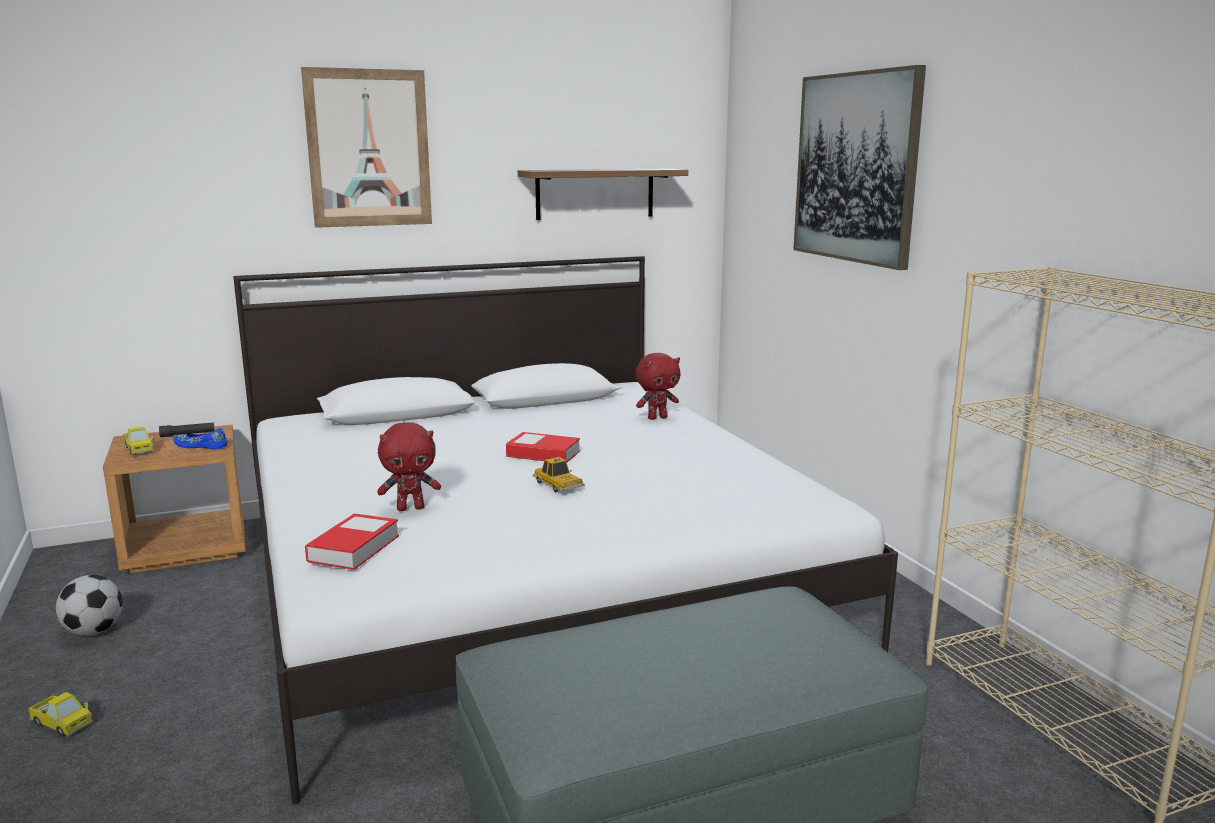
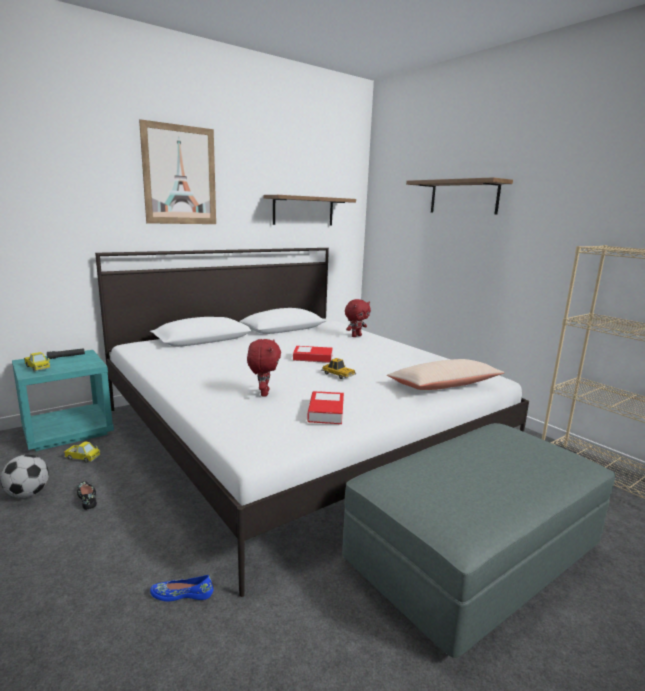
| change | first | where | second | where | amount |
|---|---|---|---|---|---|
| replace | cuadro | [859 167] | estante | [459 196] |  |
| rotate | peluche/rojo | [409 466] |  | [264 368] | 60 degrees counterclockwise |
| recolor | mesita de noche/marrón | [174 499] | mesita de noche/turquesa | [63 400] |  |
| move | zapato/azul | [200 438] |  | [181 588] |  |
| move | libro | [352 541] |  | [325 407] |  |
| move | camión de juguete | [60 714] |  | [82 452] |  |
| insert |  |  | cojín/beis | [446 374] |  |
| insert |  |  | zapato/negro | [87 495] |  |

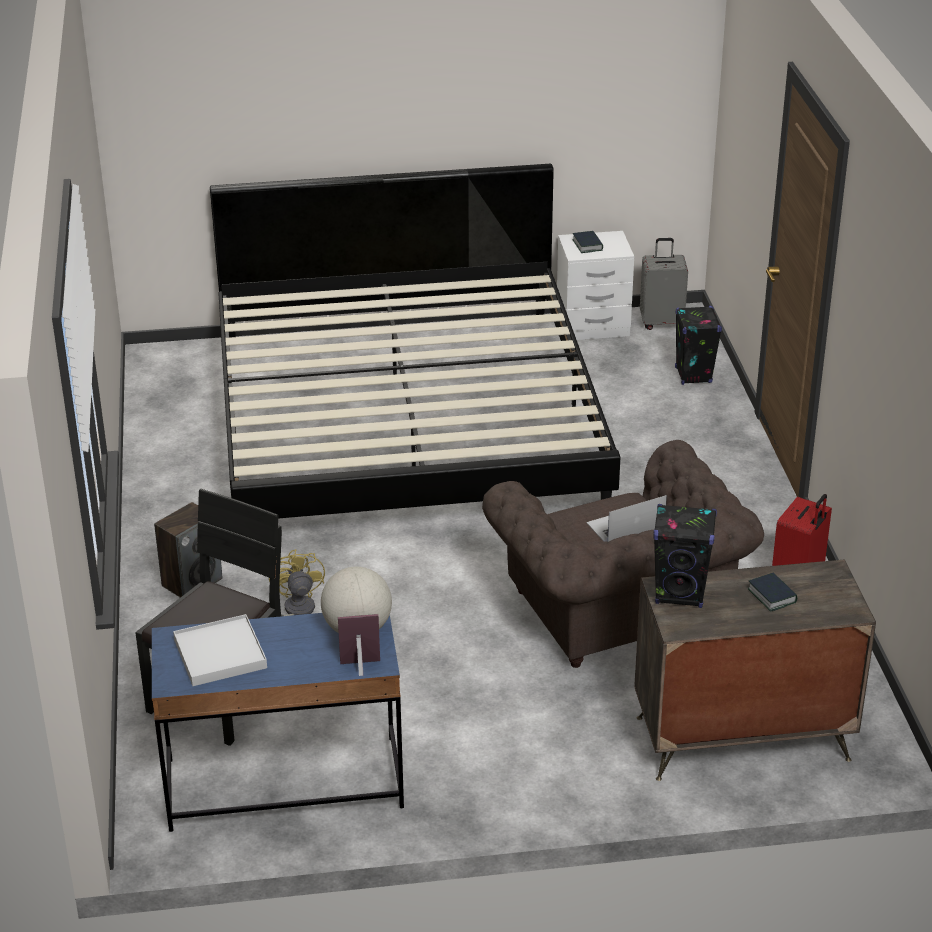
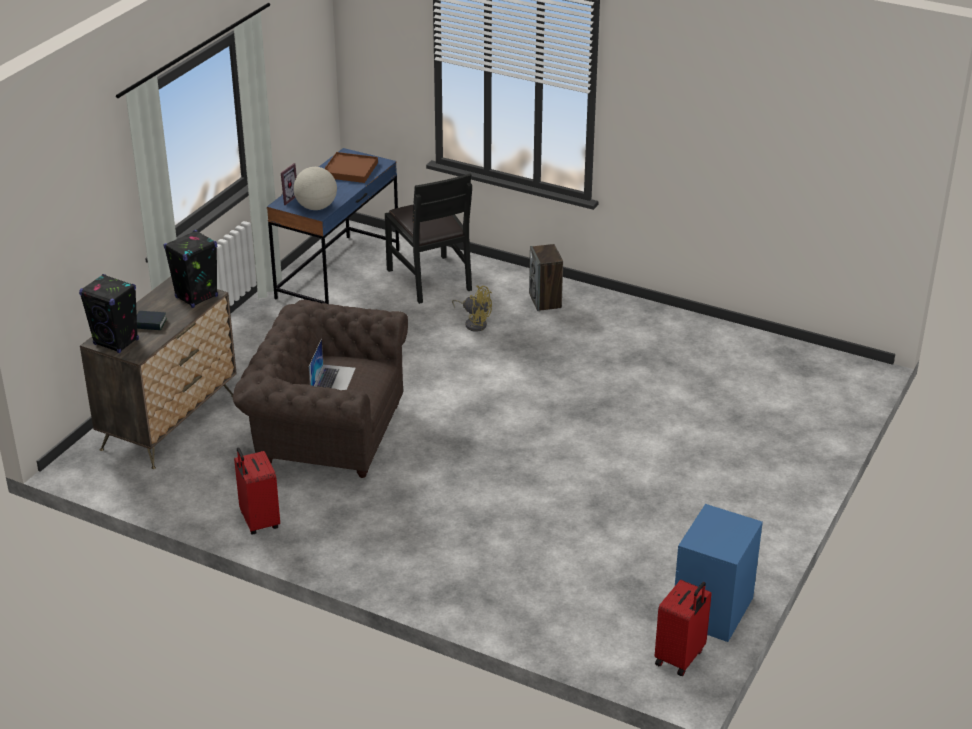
| change | first | where | second | where | amount |
|---|---|---|---|---|---|
| delete | cama | [415 341] |  |  |  |
| recolor | mesita de noche/blanco | [595 285] | mesita de noche/azul | [719 573] |  |
| delete | libro | [587 242] |  |  |  |
| recolor | maleta/gris | [664 284] | maleta/rojo | [683 628] |  |
| move | altavoz/negro | [698 345] |  | [109 313] |  |
| recolor | bandeja/blanco | [220 650] | bandeja/marrón | [351 167] |  |

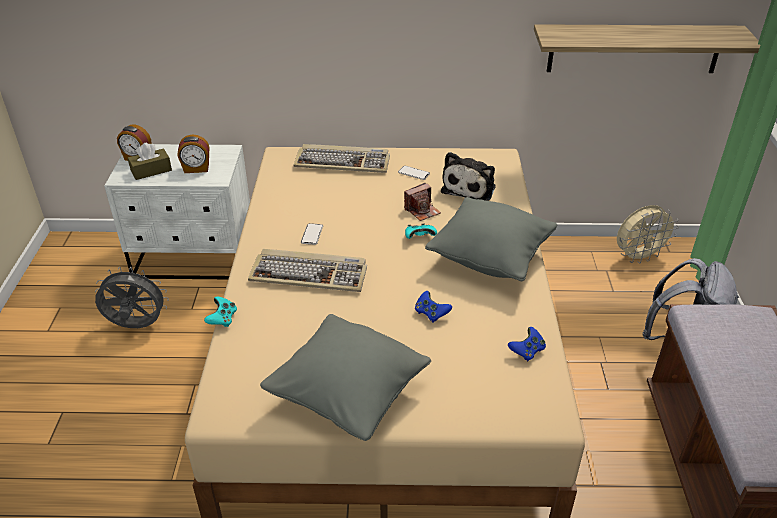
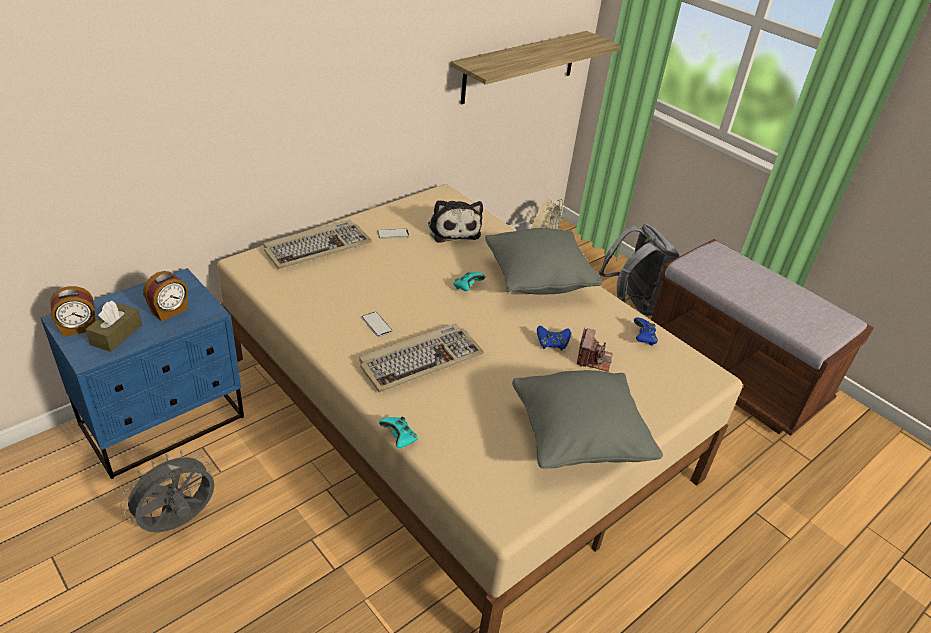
| change | first | where | second | where | amount |
|---|---|---|---|---|---|
| recolor | mesita de noche/blanco | [177 211] | mesita de noche/azul | [142 373] |  |
| move | cámara | [422 202] |  | [595 350] |  |

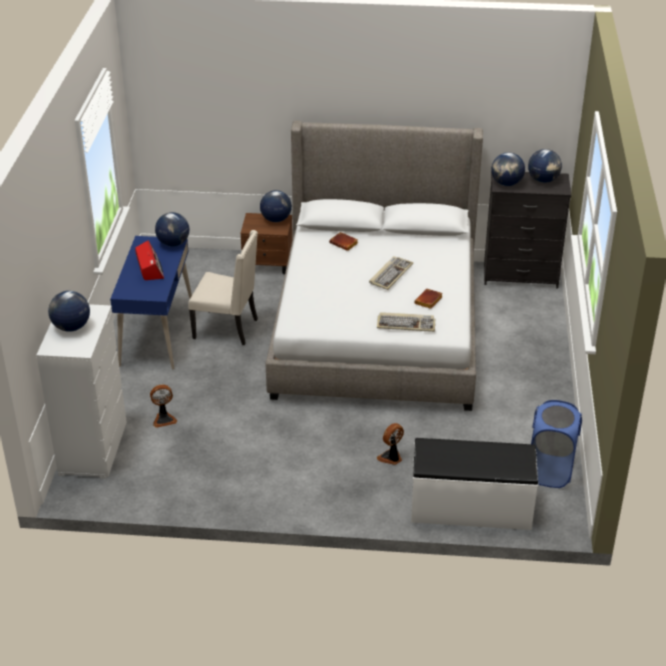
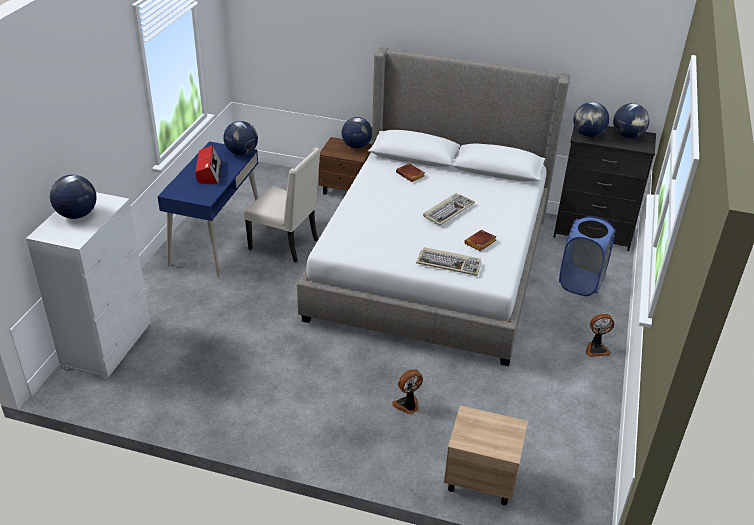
| change | first | where | second | where | amount |
|---|---|---|---|---|---|
| move | ventilador | [163 406] |  | [600 335] |  |
| move | cesto de la ropa/azul | [556 444] |  | [587 256] |  |
| replace | banco/blanco | [474 484] | mesita de noche/beis | [486 455] |  |

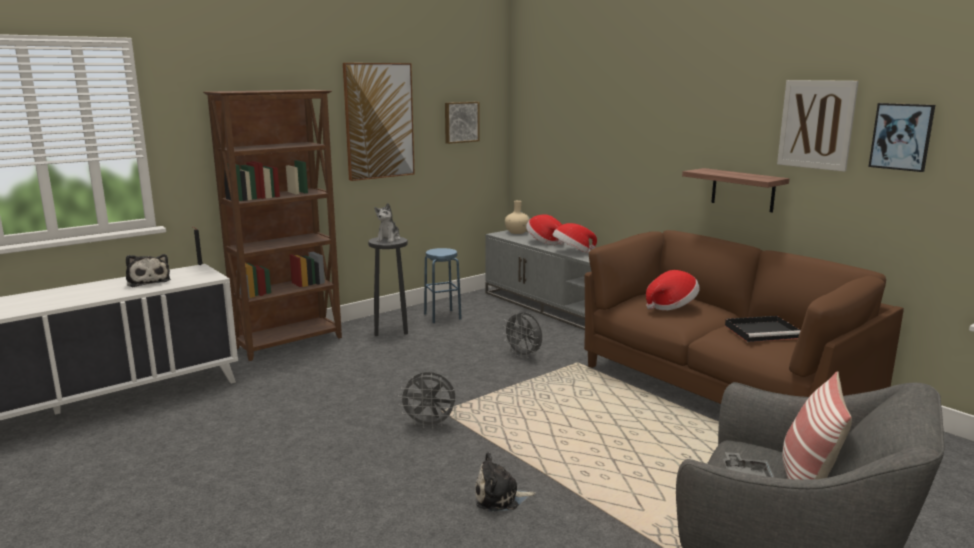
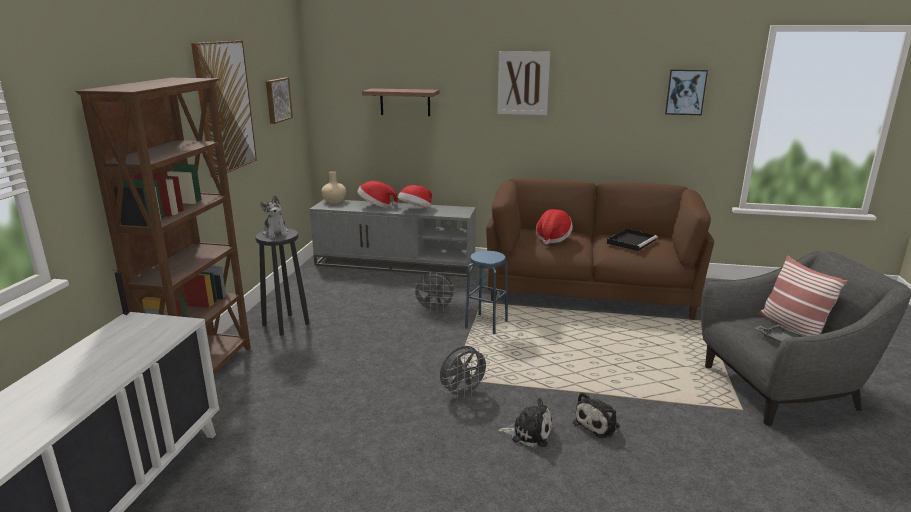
| change | first | where | second | where | amount |
|---|---|---|---|---|---|
| move | cuadro | [818 126] |  | [523 83] |  |
| move | estante | [735 190] |  | [401 102] |  |
| move | taburete/azul | [443 285] |  | [486 292] |  |
| move | peluche | [148 270] |  | [525 422] |  |

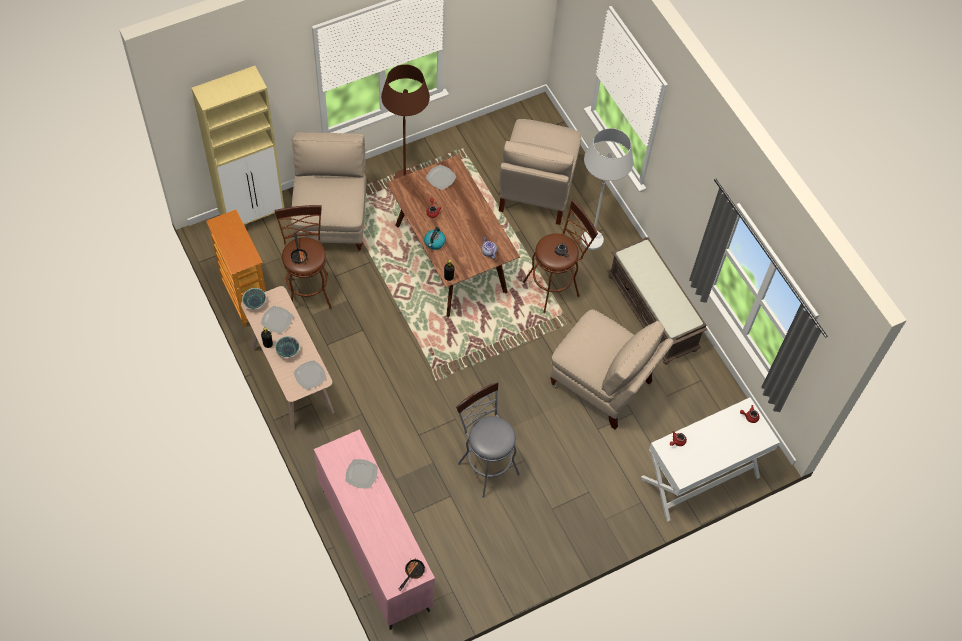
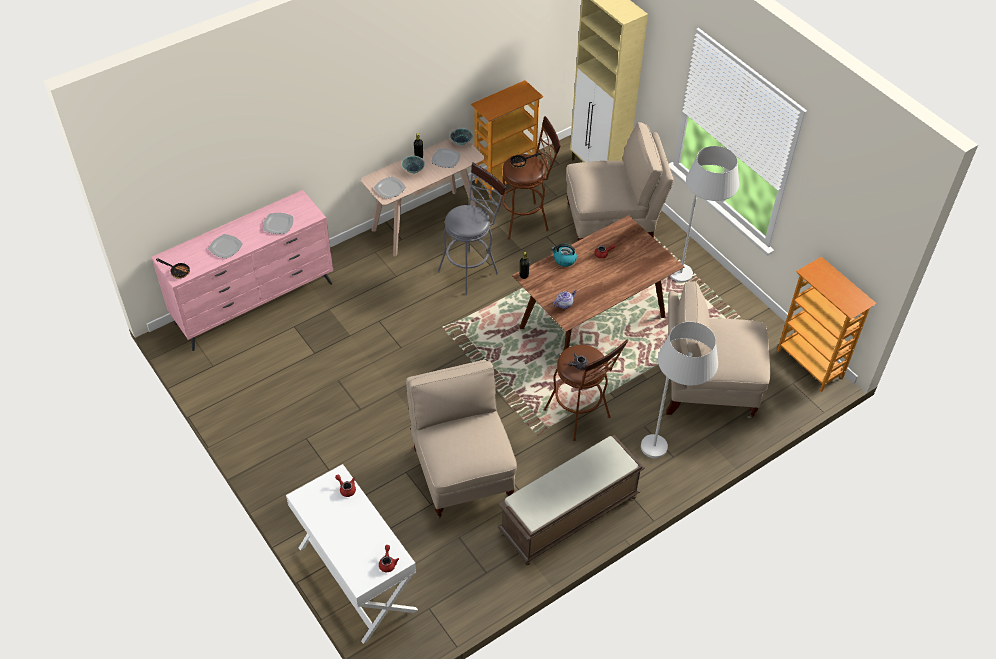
| change | first | where | second | where | amount |
|---|---|---|---|---|---|
| recolor | lámpara de pie/marrón | [405 121] | lámpara de pie/blanco | [704 214] |  |
| move | plato | [441 177] |  | [225 246] |  |
| rotate | silla/beis | [612 369] |  | [461 439] | 135 degrees clockwise |
| move | taburete/gris | [488 439] |  | [471 228] |  |
| insert |  |  | estantería | [827 324] |  |

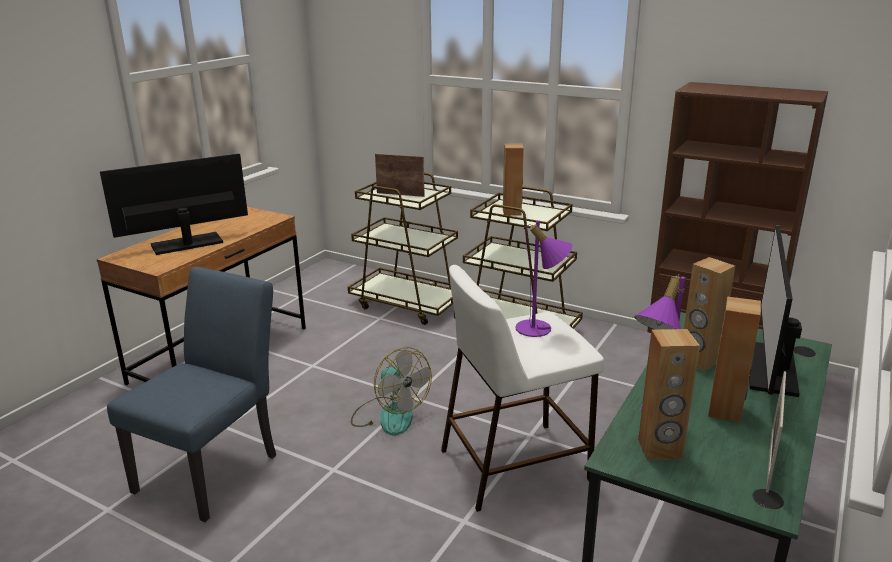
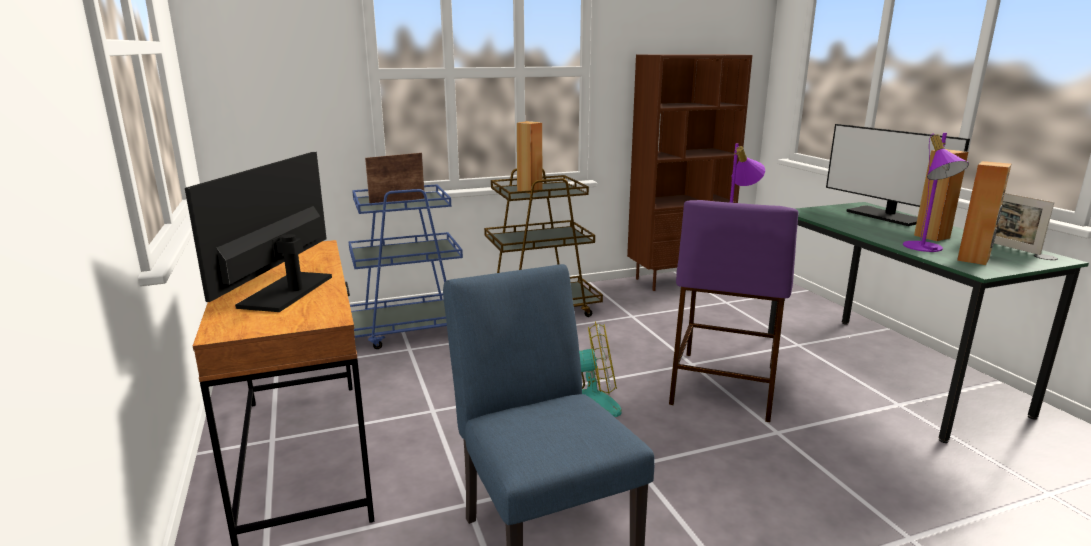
| change | first | where | second | where | amount |
|---|---|---|---|---|---|
| recolor | carrito/marrón | [403 249] | carrito/azul | [405 266] |  |
| delete | altavoz/marrón | [709 314] |  |  |  |
| recolor | taburete/blanco | [522 388] | taburete/morado | [733 311] |  |

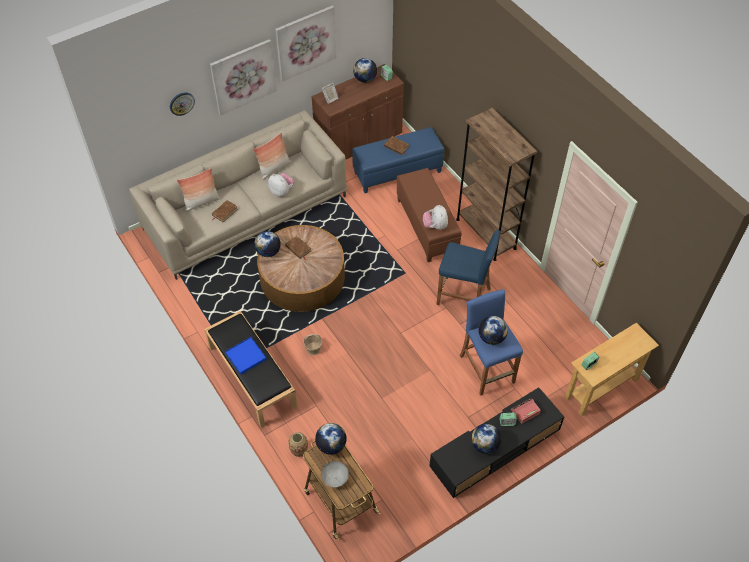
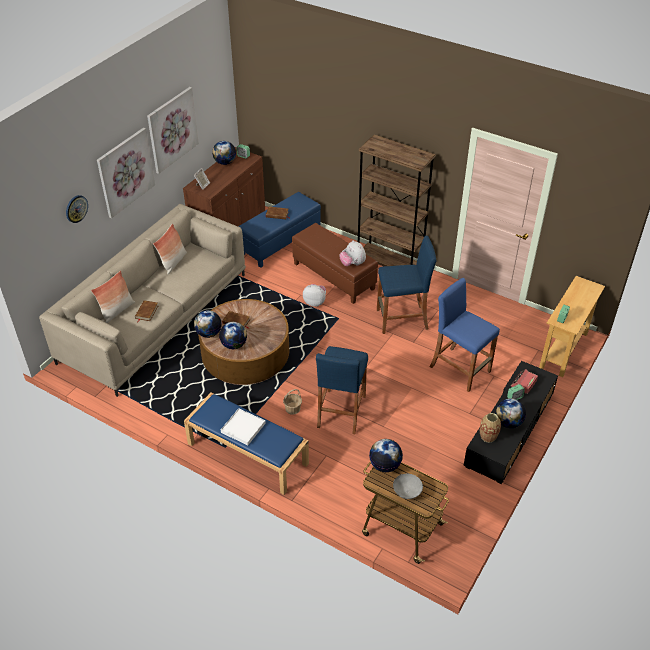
| change | first | where | second | where | amount |
|---|---|---|---|---|---|
| move | peluche | [281 185] |  | [314 295] |  |
| recolor | banco/negro | [251 369] | banco/azul | [246 443] |  |
| move | globo terráqueo | [493 330] |  | [233 335] |  |
| recolor | bandeja/azul | [246 355] | bandeja/blanco | [243 426] |  |
| move | florero | [298 444] |  | [490 428] |  |
| insert |  |  | taburete/azul | [342 390] |  |

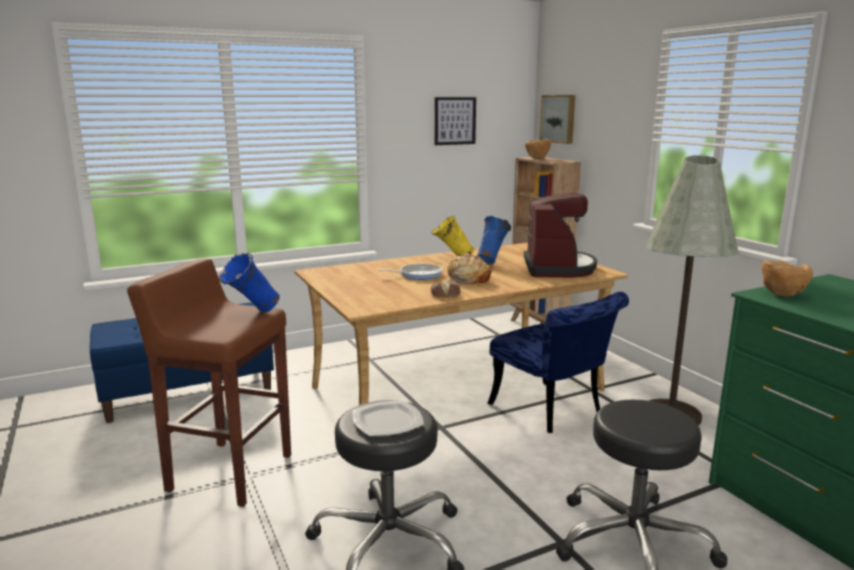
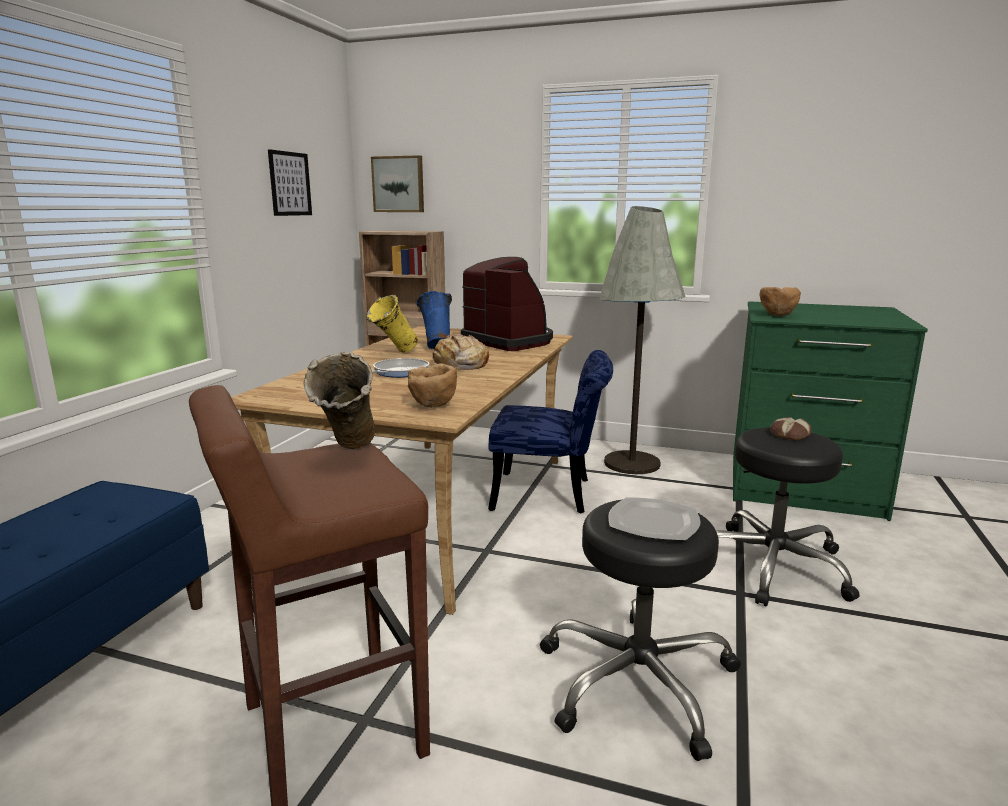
| change | first | where | second | where | amount |
|---|---|---|---|---|---|
| move | cuenco/marrón | [538 149] |  | [432 385] |  |
| recolor | florero/azul | [249 282] | florero/beis | [340 400] |  |
| move | pan | [445 289] |  | [791 428] |  |

